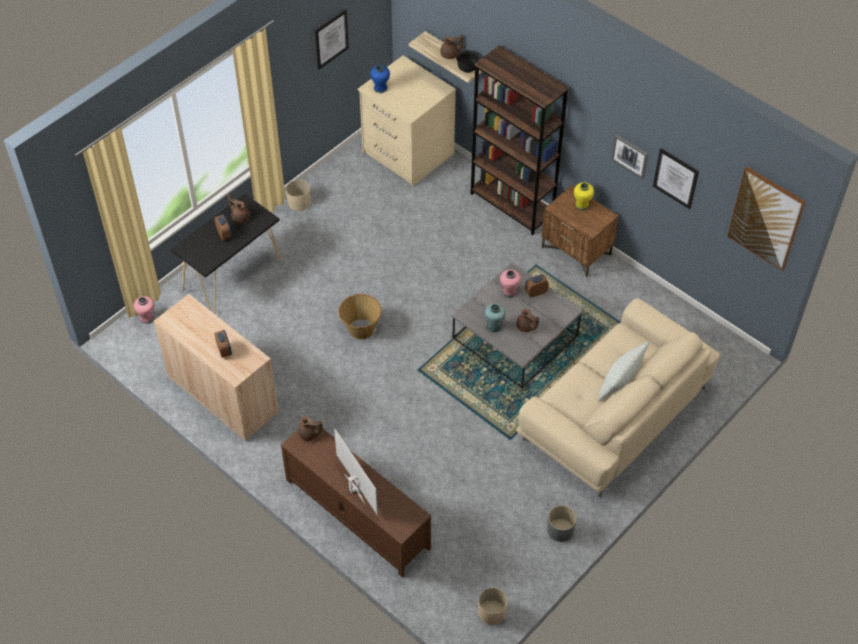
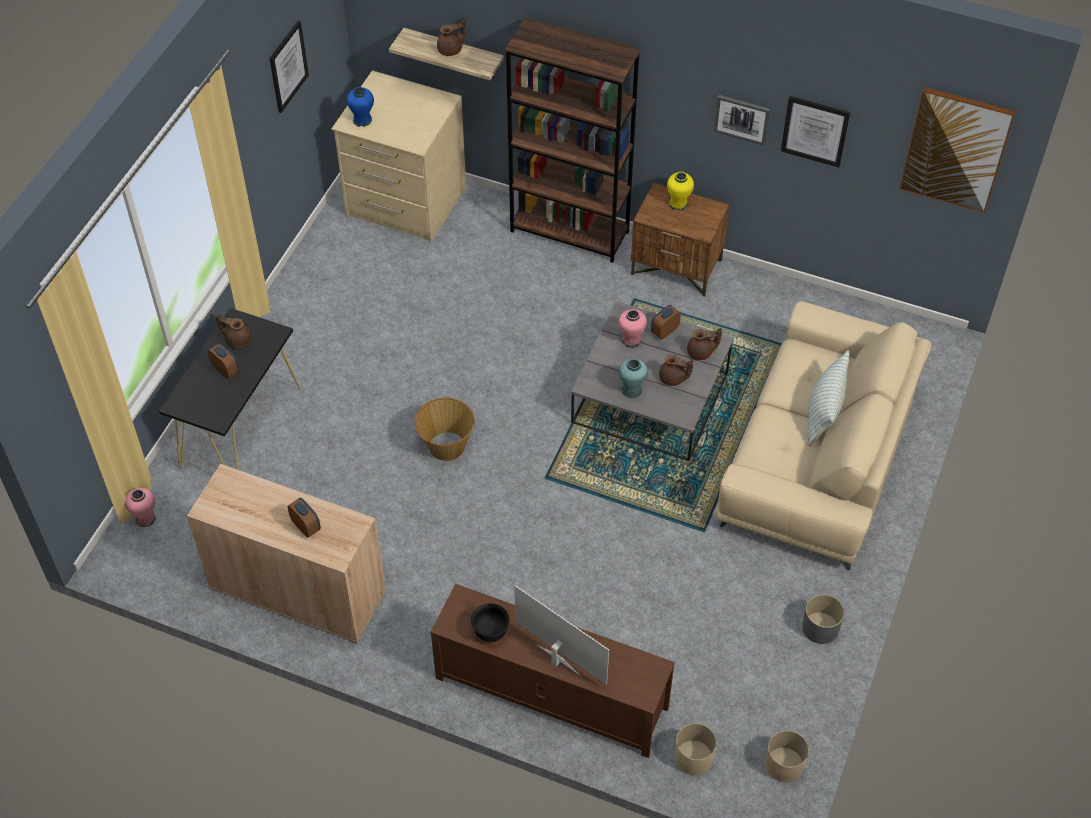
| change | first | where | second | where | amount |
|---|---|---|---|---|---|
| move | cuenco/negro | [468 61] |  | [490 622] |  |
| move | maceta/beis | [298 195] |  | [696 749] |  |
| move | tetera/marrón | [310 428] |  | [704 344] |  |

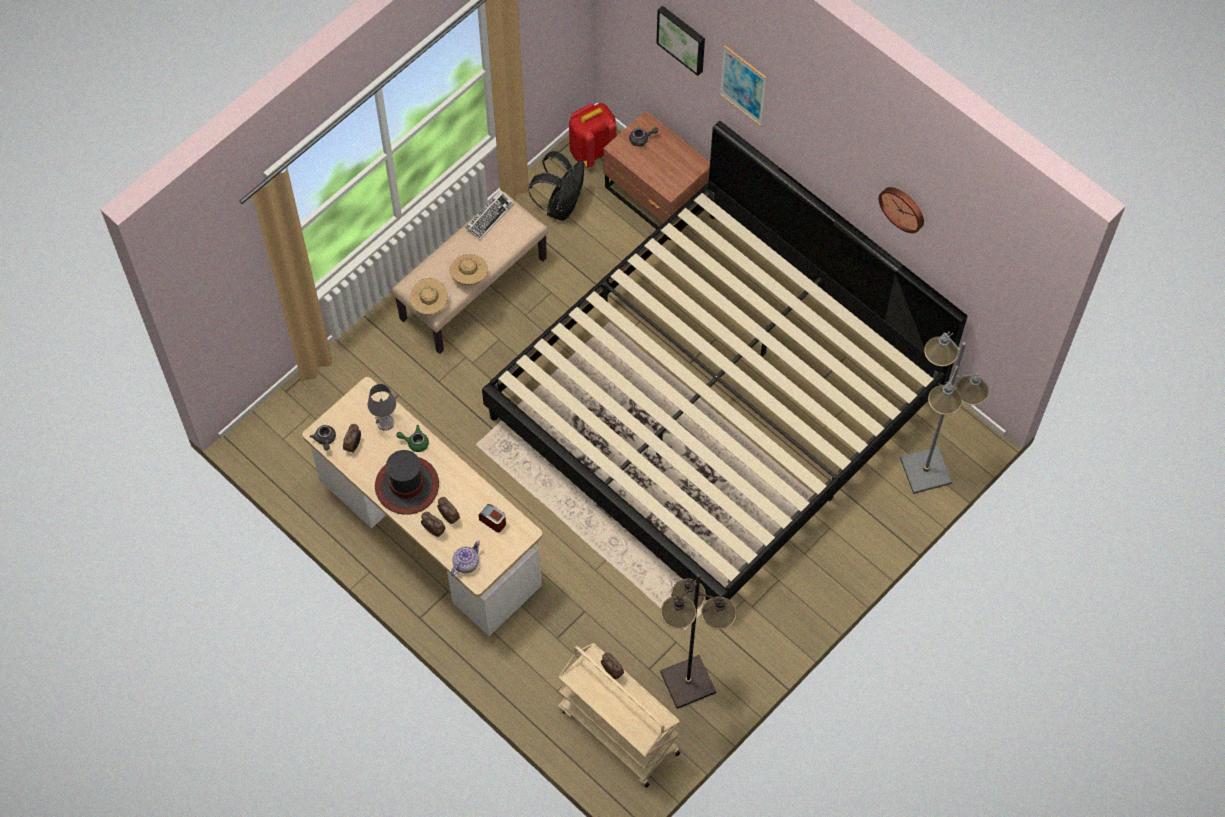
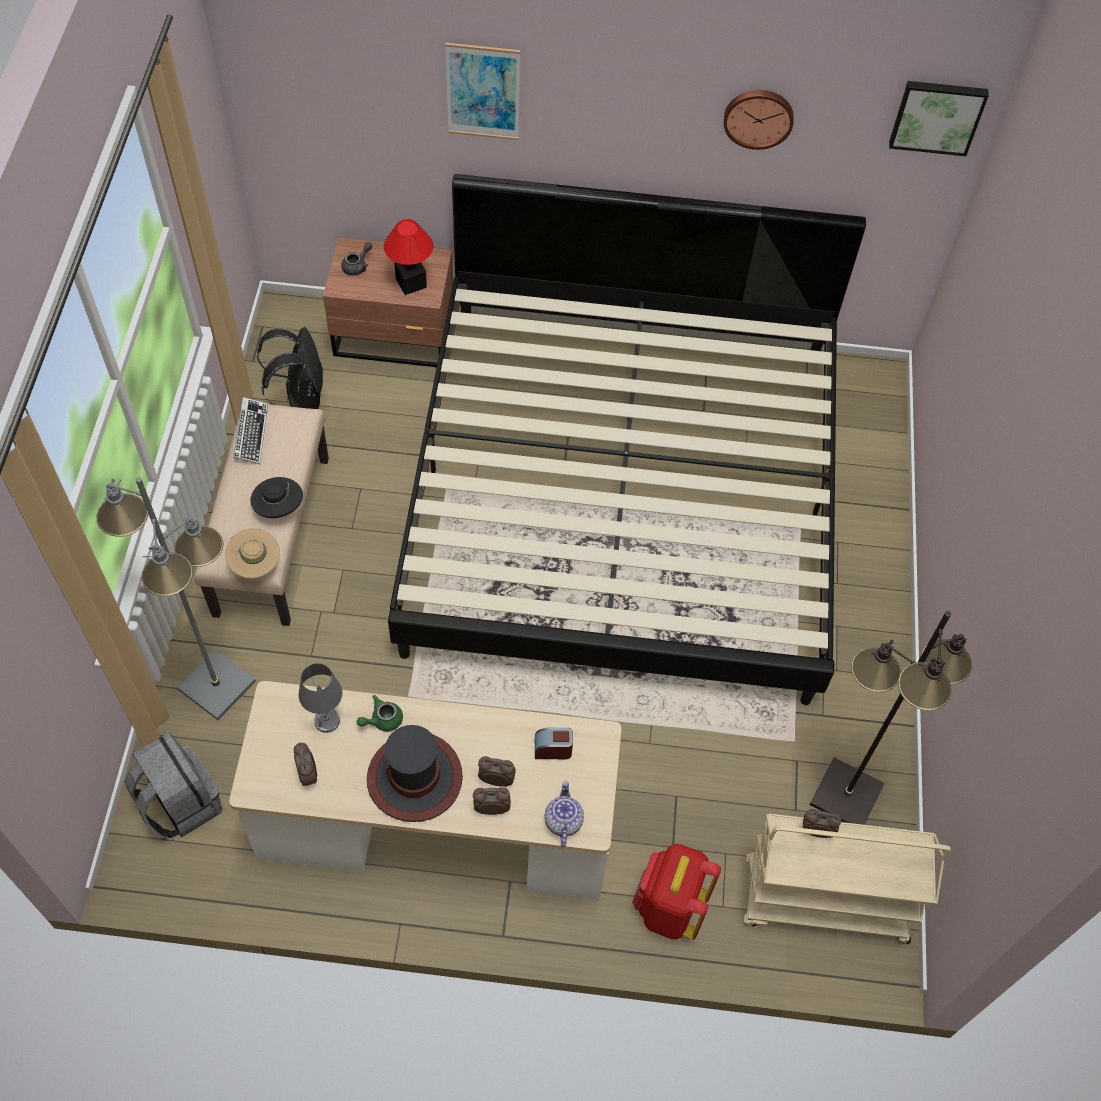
| change | first | where | second | where | amount |
|---|---|---|---|---|---|
| move | cuadro | [680 41] |  | [939 118] |  |
| move | mochila/rojo | [592 135] |  | [676 892] |  |
| recolor | sombrero/beis | [469 269] | sombrero/negro | [277 497] |  |
| move | lámpara de pie/gris | [944 412] |  | [176 598] |  |
| delete | tetera/gris | [323 437] |  |  |  |
| insert |  |  | lámpara de mesa | [408 257] |  |
| insert |  |  | mochila/gris | [174 786] |  |

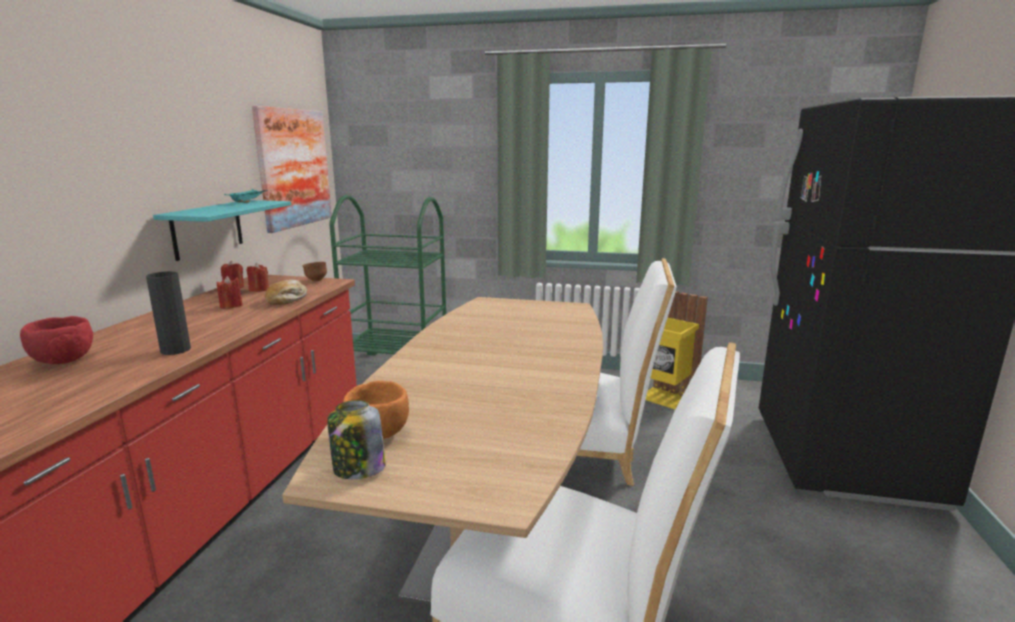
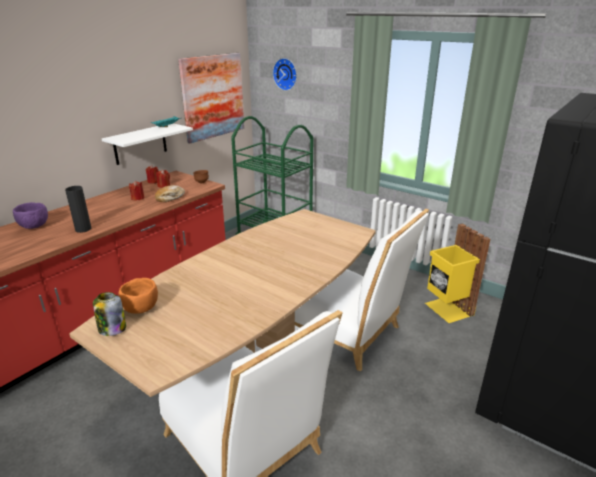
| change | first | where | second | where | amount |
|---|---|---|---|---|---|
| recolor | estante/turquesa | [222 230] | estante/blanco | [147 144] |  |
| recolor | cuenco/rojo | [56 340] | cuenco/morado | [30 215] |  |
| insert |  |  | reloj de pared | [285 74] |  |

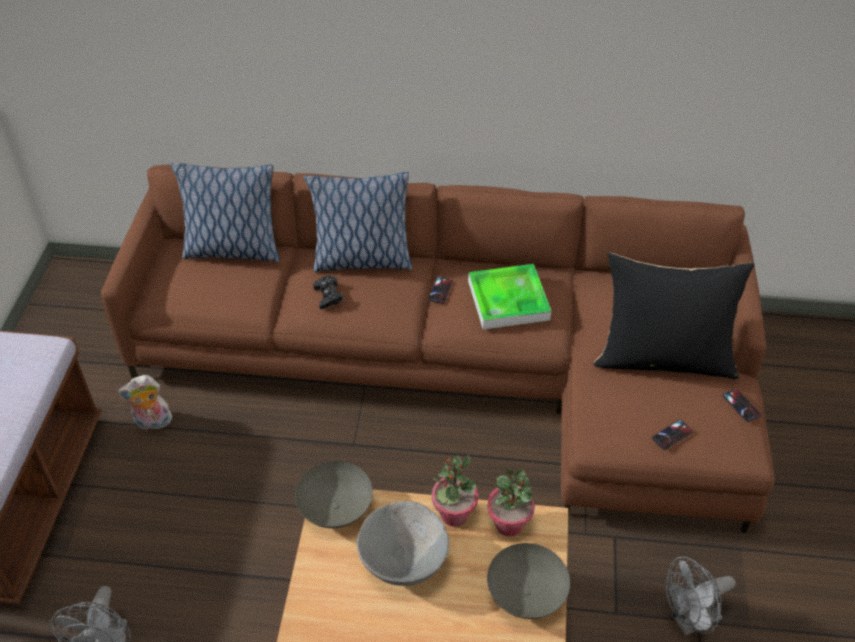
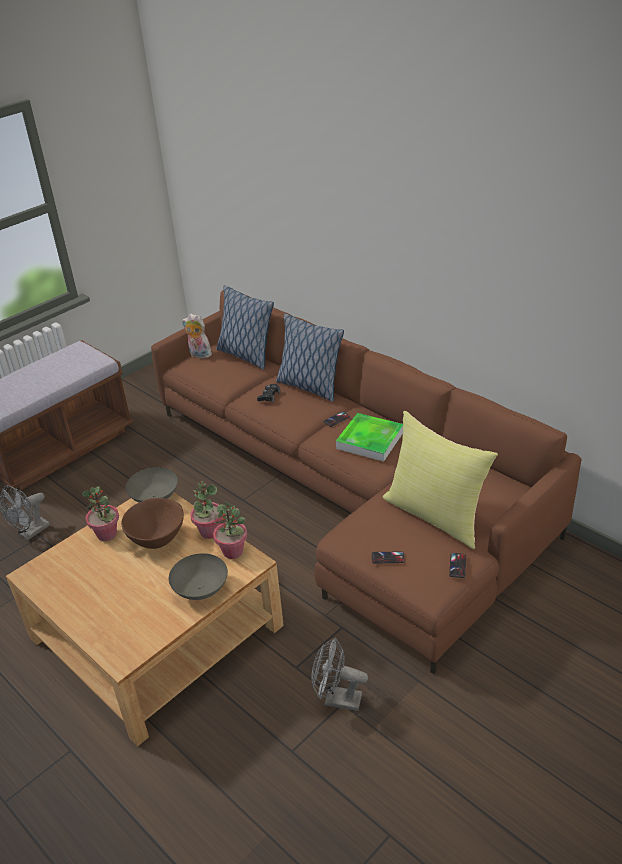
| change | first | where | second | where | amount |
|---|---|---|---|---|---|
| recolor | cojín/negro | [674 316] | cojín/amarillo | [440 480] |  |
| move | peluche | [145 402] |  | [197 336] |  |
| recolor | cuenco/gris | [403 543] | cuenco/marrón | [152 523] |  |
| insert |  |  | planta en maceta | [100 513] |  |

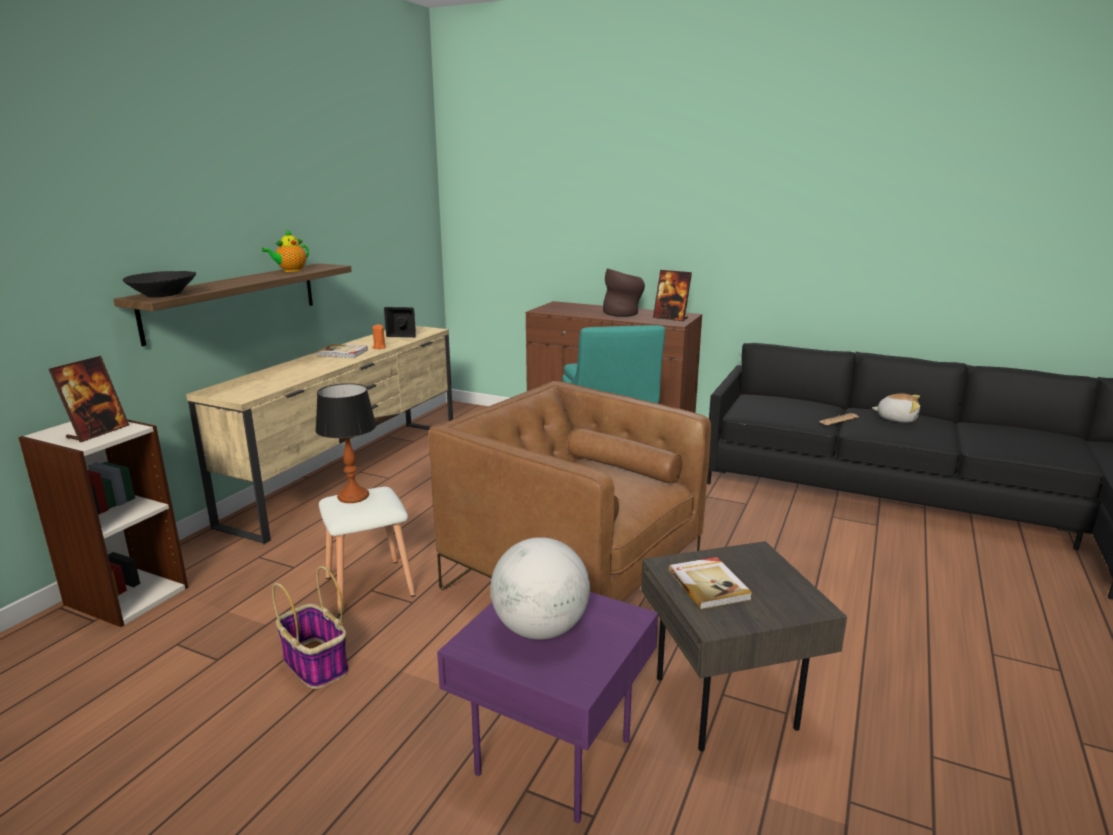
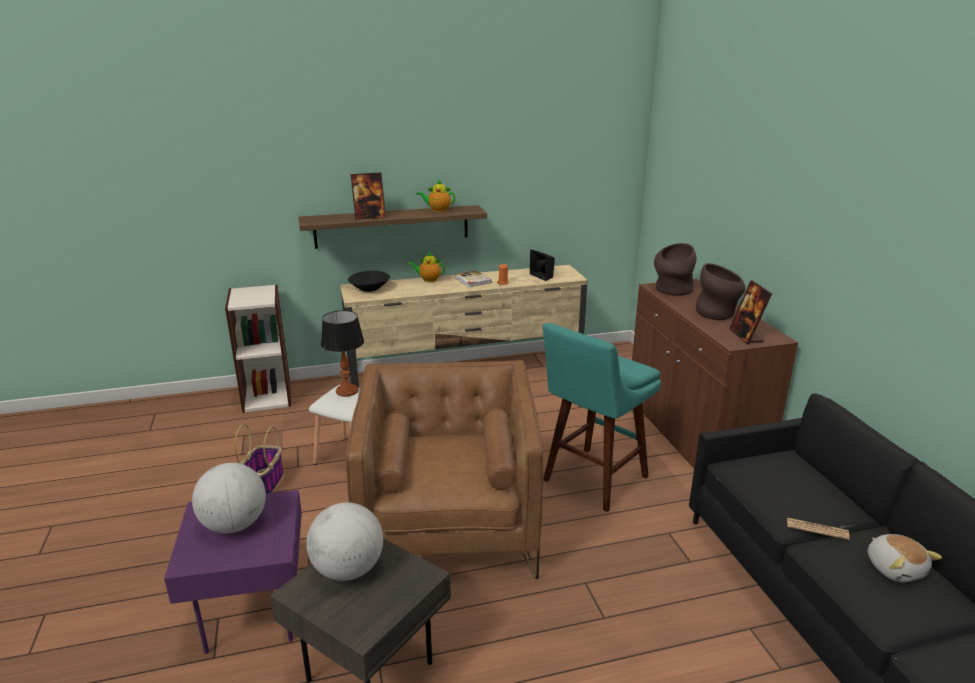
| change | first | where | second | where | amount |
|---|---|---|---|---|---|
| move | cuenco/negro | [159 284] |  | [369 281] |  |
| move | portarretratos | [89 399] |  | [368 196] |  |
| replace | libro | [710 583] | globo terráqueo | [344 541] |  |
| insert |  |  | florero/marrón | [675 269] |  |
| insert |  |  | tetera | [426 266] |  |

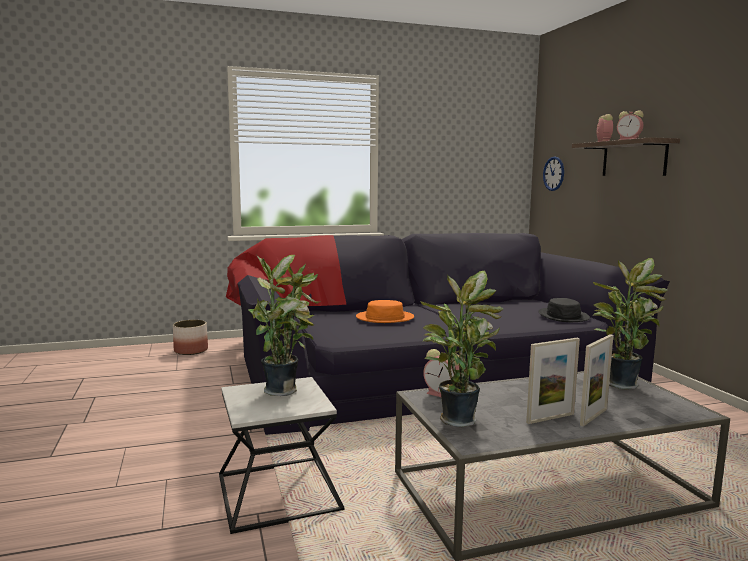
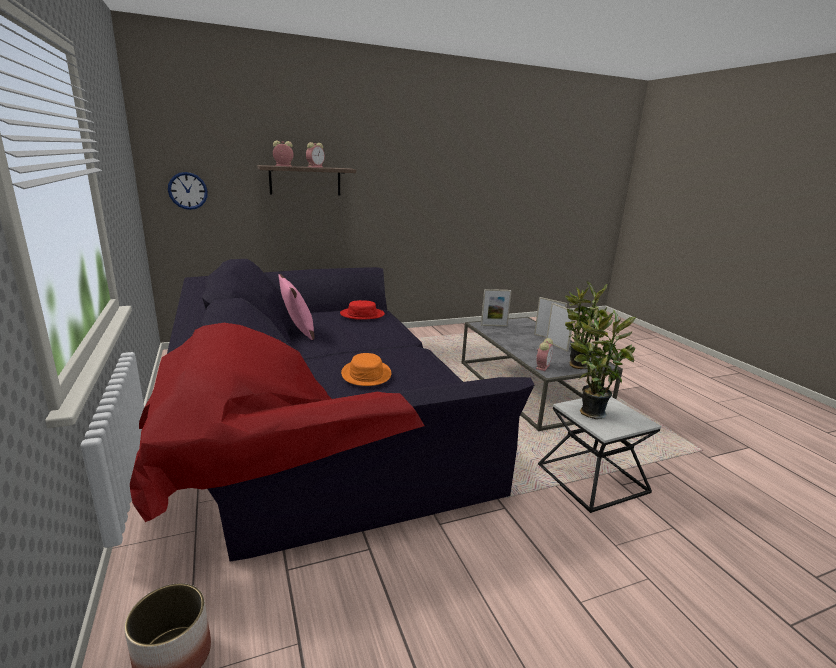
| change | first | where | second | where | amount |
|---|---|---|---|---|---|
| replace | planta en maceta | [630 323] | portarretratos | [496 307] |  |
| recolor | sombrero/negro | [564 310] | sombrero/rojo | [362 310] |  |
| insert |  |  | cojín/rosa | [296 307] |  |

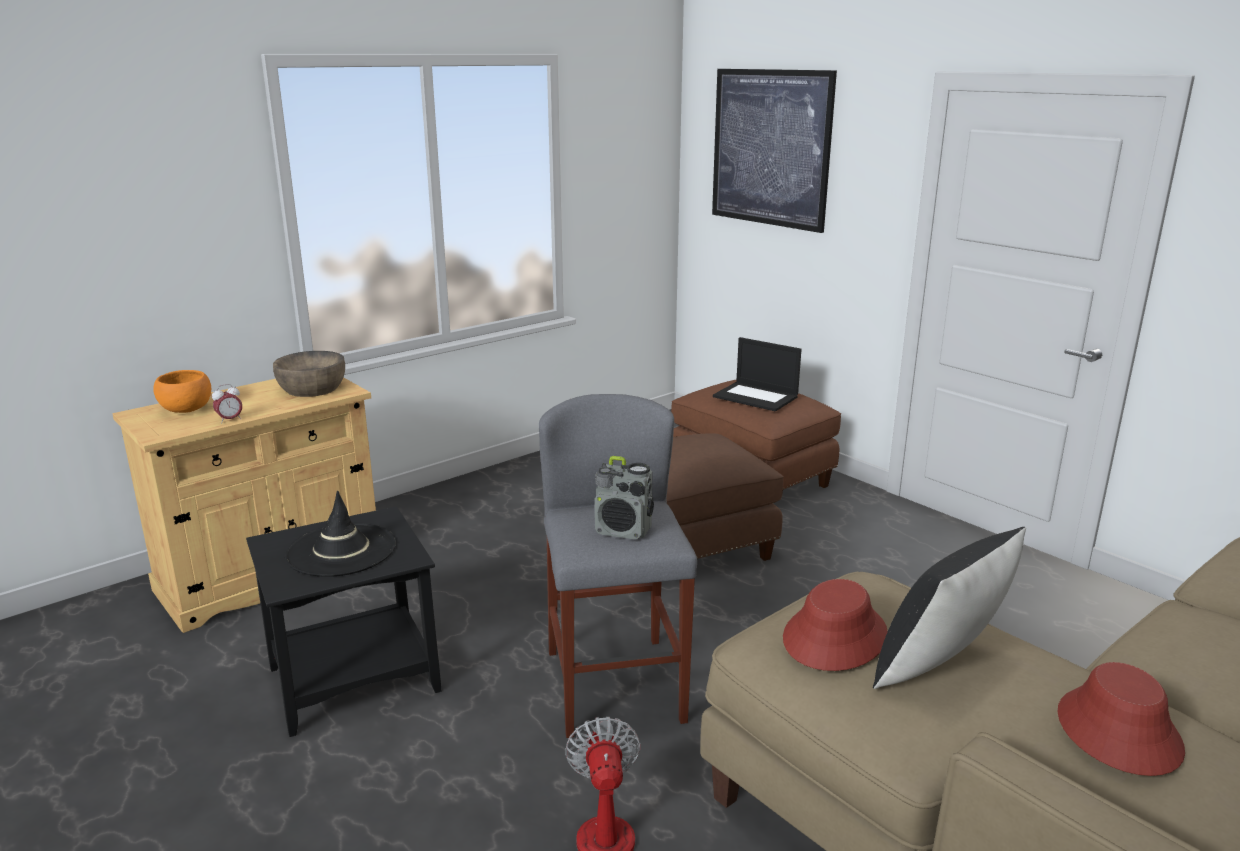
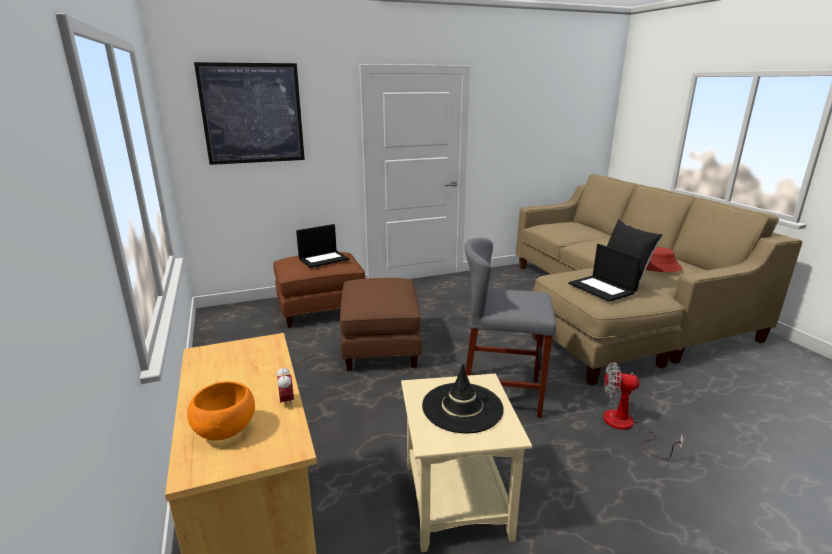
| change | first | where | second | where | amount |
|---|---|---|---|---|---|
| delete | cuenco/marrón | [309 374] |  |  |  |
| delete | radio | [624 497] |  |  |  |
| recolor | mesa auxiliar/negro | [343 621] | mesa auxiliar/beis | [466 463] |  |
| replace | sombrero/rojo | [835 625] | portátil | [604 273] |  |

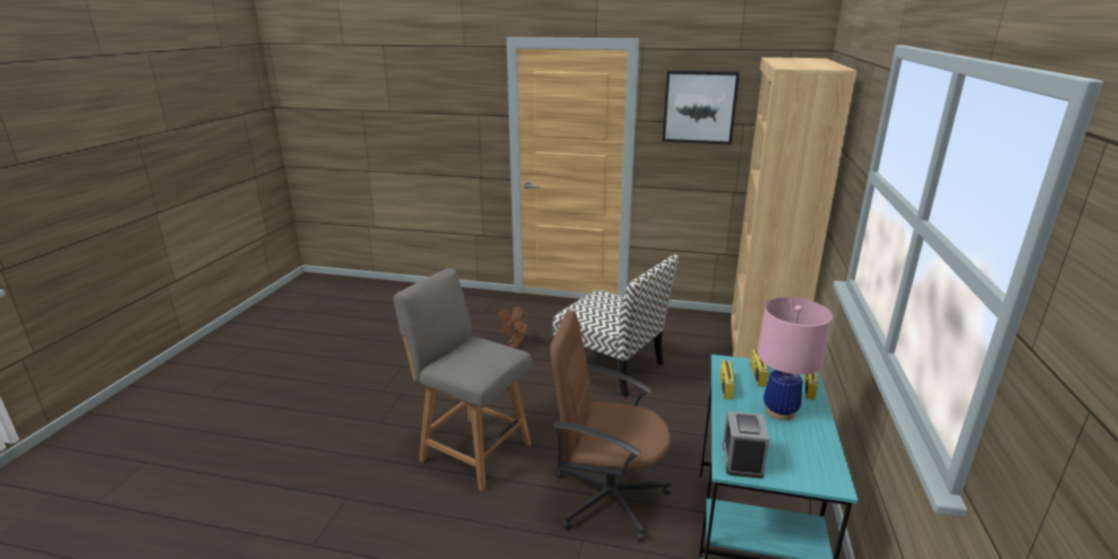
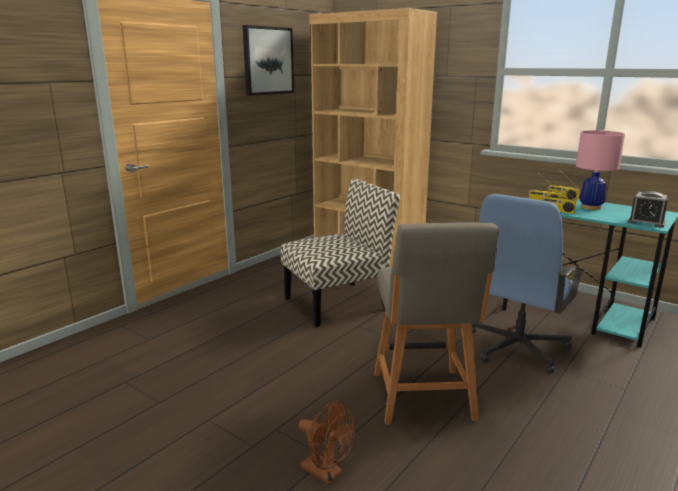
| change | first | where | second | where | amount |
|---|---|---|---|---|---|
| rotate | silla/gris | [462 379] |  | [436 324] | 60 degrees counterclockwise |
| move | ventilador/marrón | [512 326] |  | [326 443] |  |
| recolor | silla de oficina/marrón | [610 426] | silla de oficina/azul | [528 284] |  |

